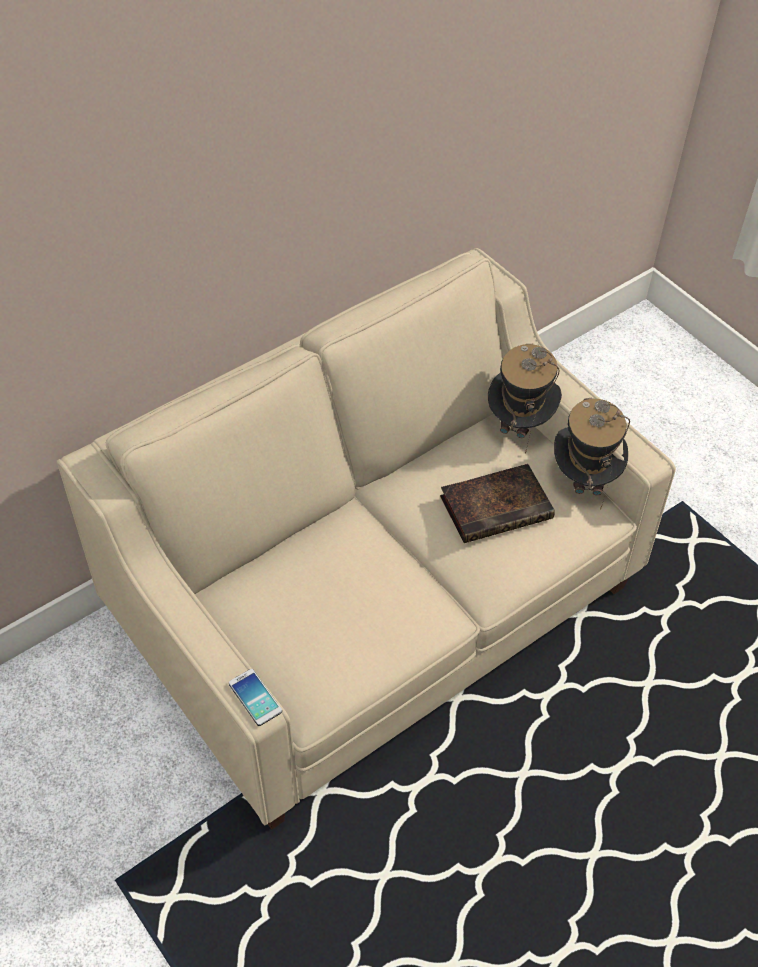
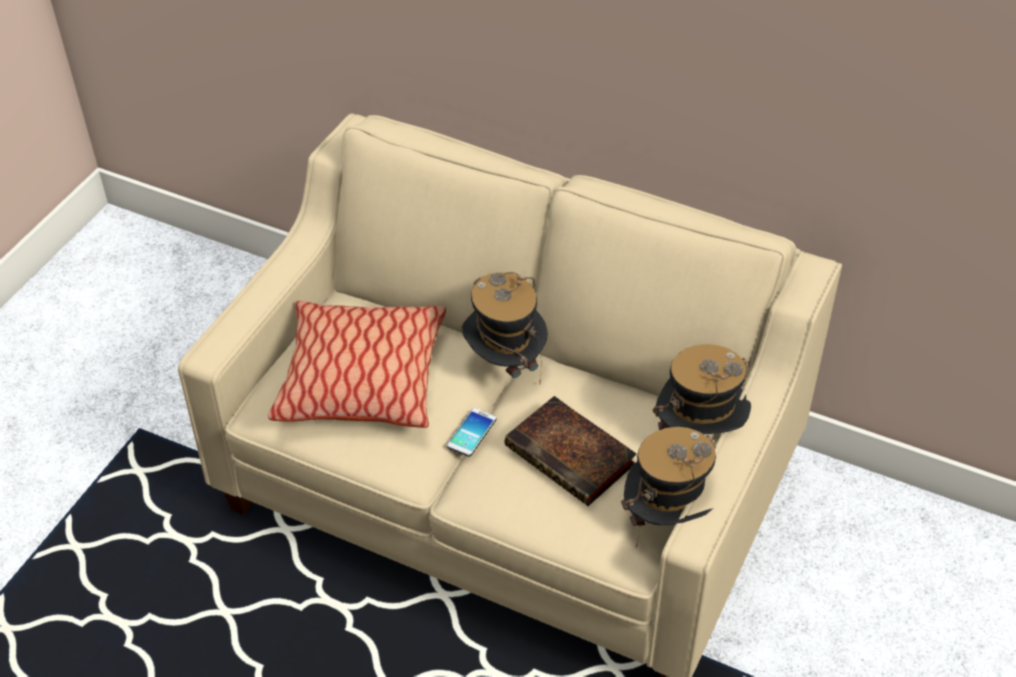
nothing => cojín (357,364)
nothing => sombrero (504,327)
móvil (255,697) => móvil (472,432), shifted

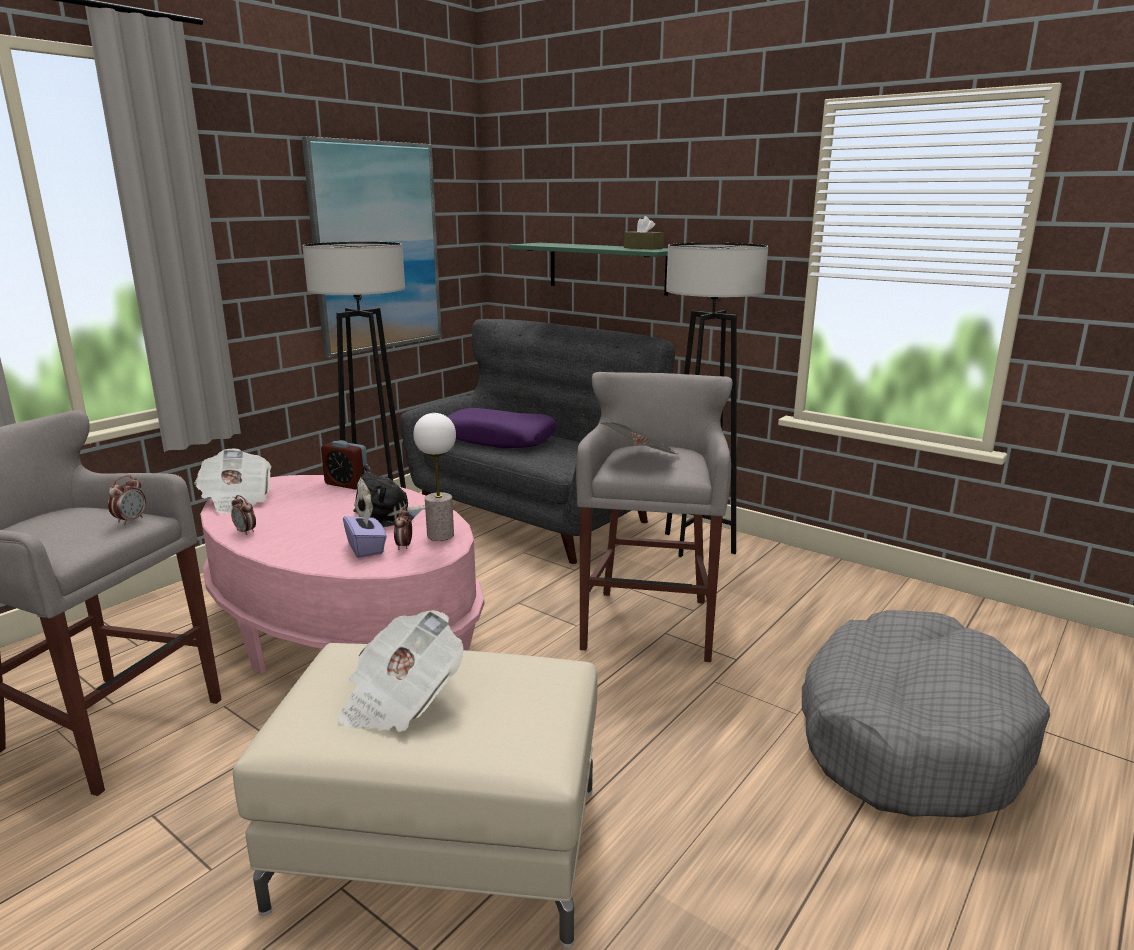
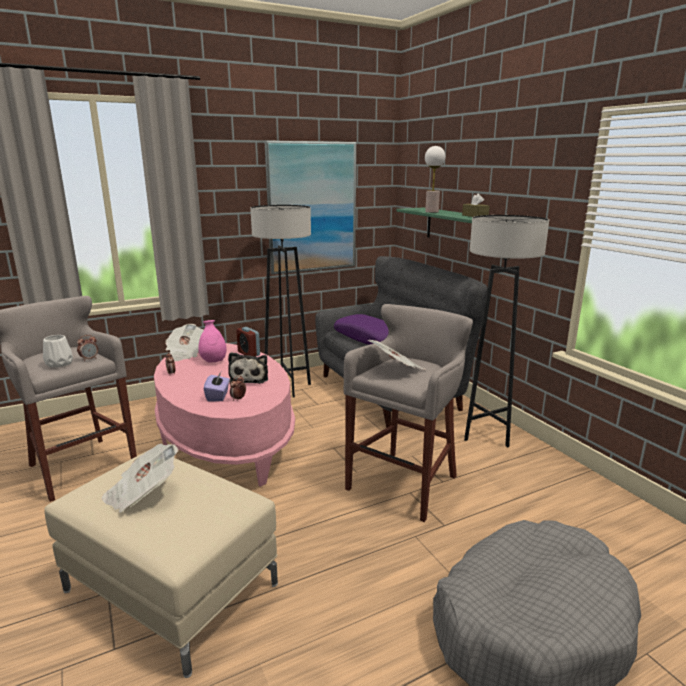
nothing => florero [blanco] (58,351)
nothing => florero [rosa] (212,341)
lámpara de mesa (434,477) => lámpara de mesa (435,179), shifted
peluche (389,495) => peluche (248,368), 90 degrees counterclockwise

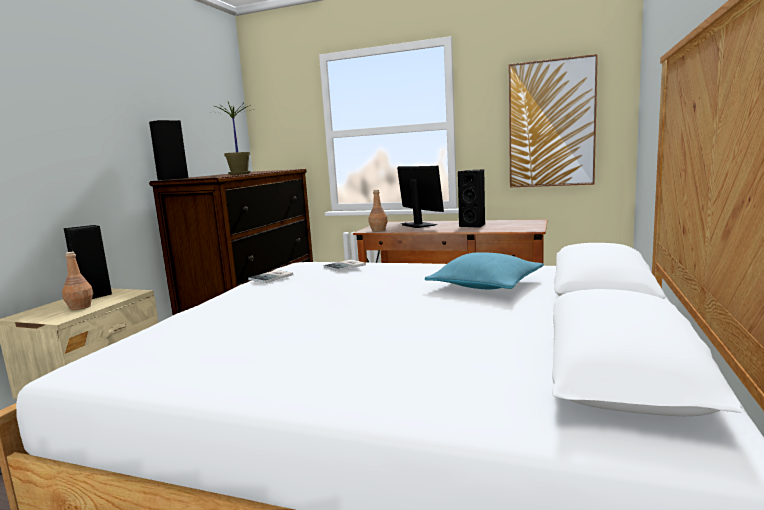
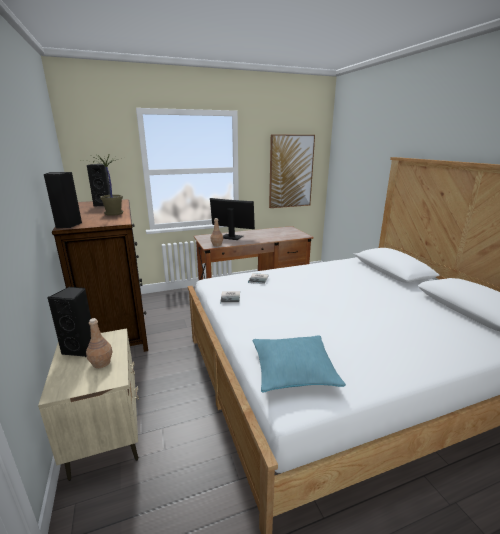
cojín [turquesa] (484,270) => cojín [turquesa] (299,364), shifted
altavoz [negro] (471,199) => altavoz [negro] (98,185), shifted

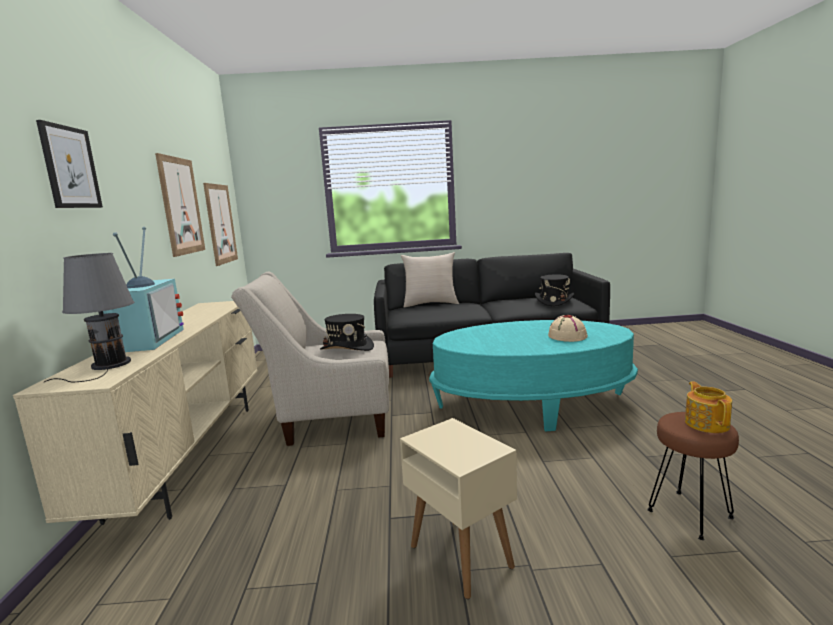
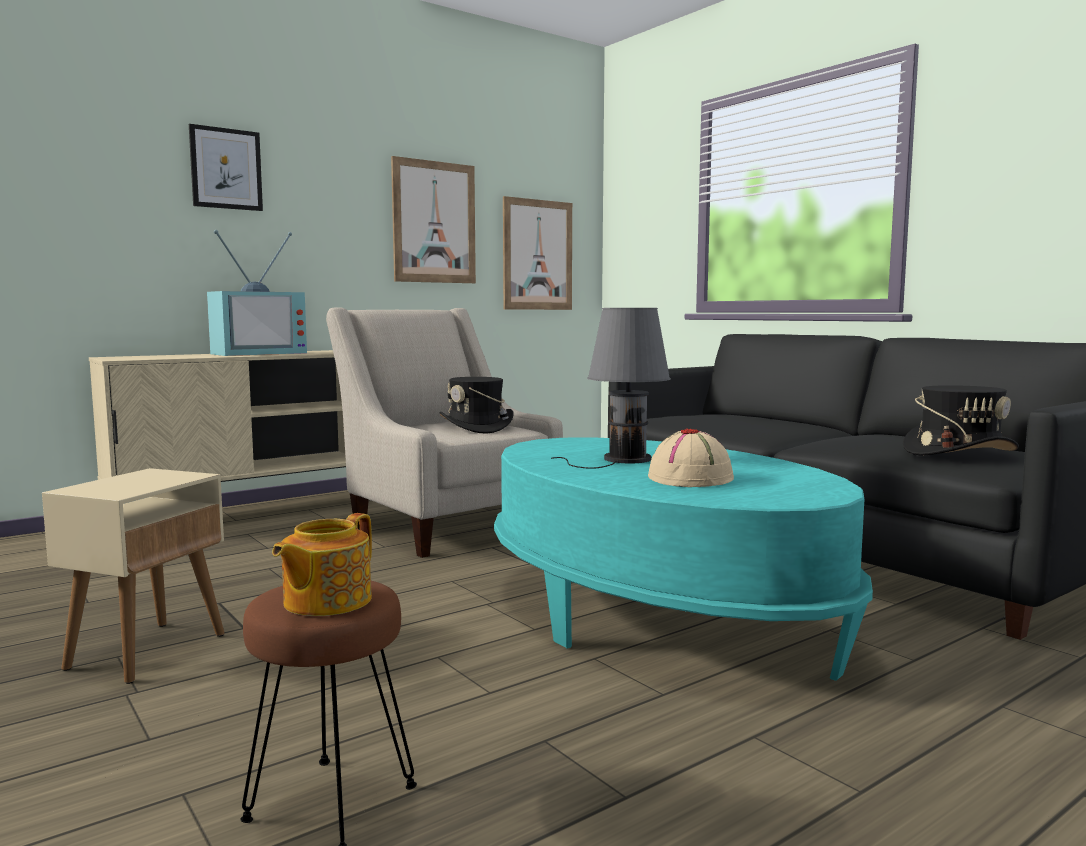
cojín [beis] (430,280) => nothing
lámpara de mesa [gris] (89,317) => lámpara de mesa [gris] (611,388), shifted
tetera (708,407) => tetera (322,564), 150 degrees clockwise

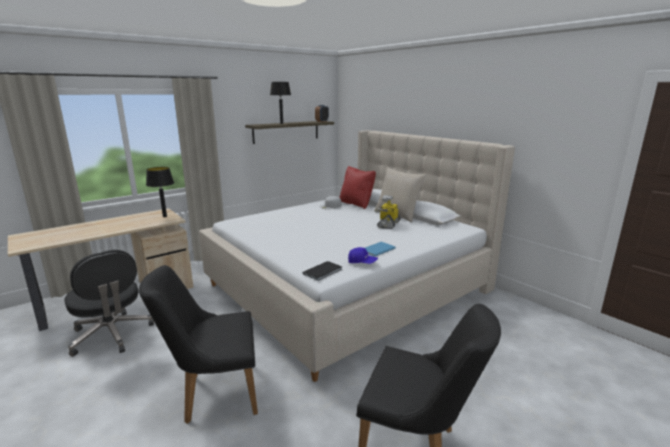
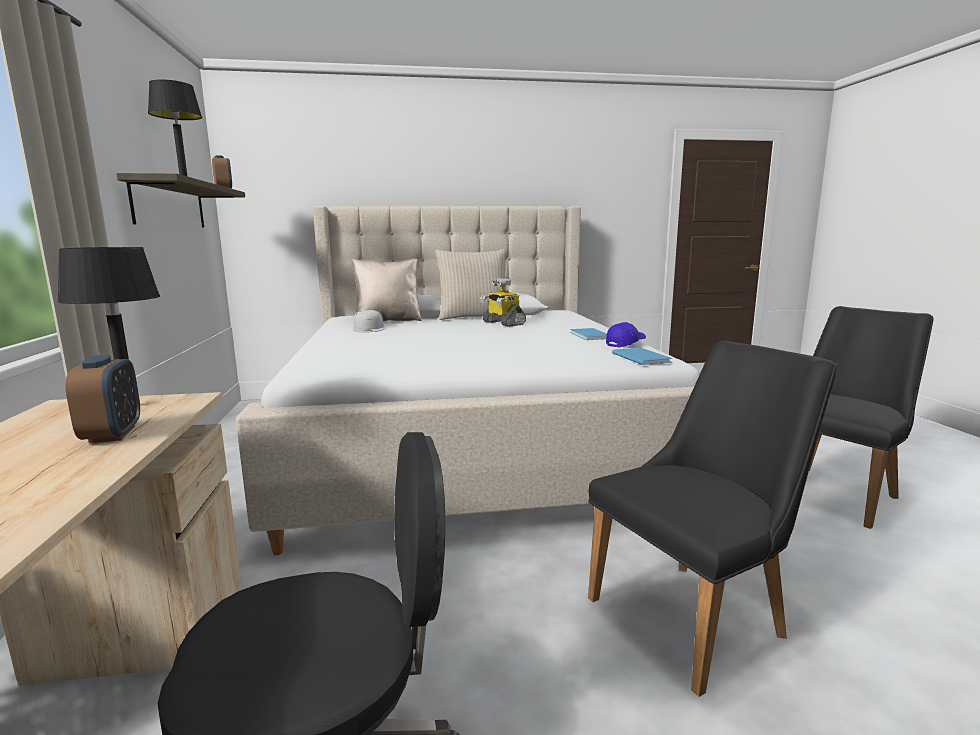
nothing => despertador (102,399)
libro [negro] (322,271) => libro [azul] (642,356)
cojín [rojo] (357,187) => cojín [beis] (387,290)
silla [negro] (198,344) => silla [negro] (712,519), 135 degrees counterclockwise

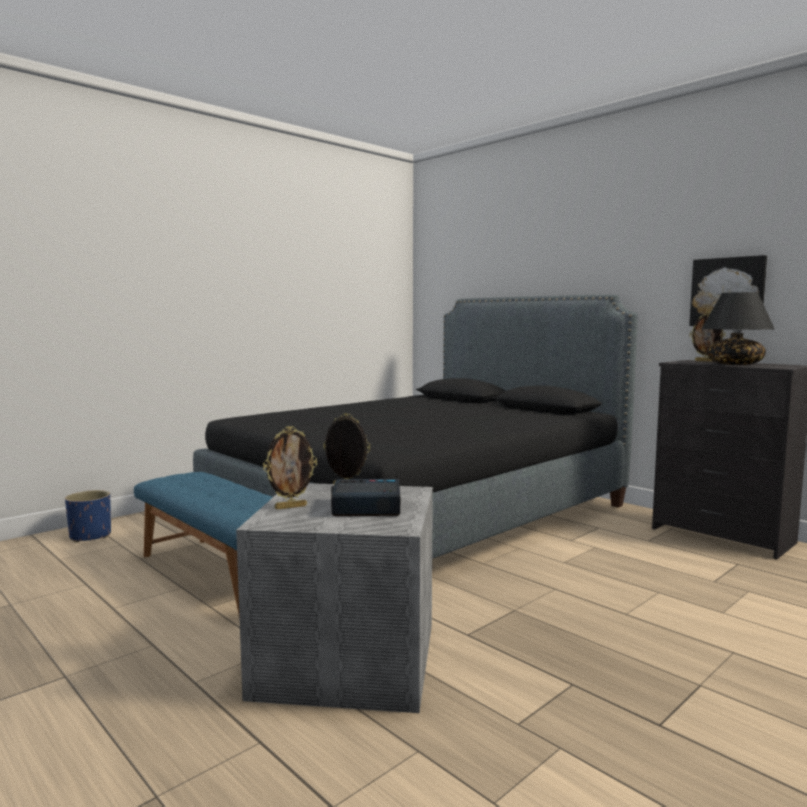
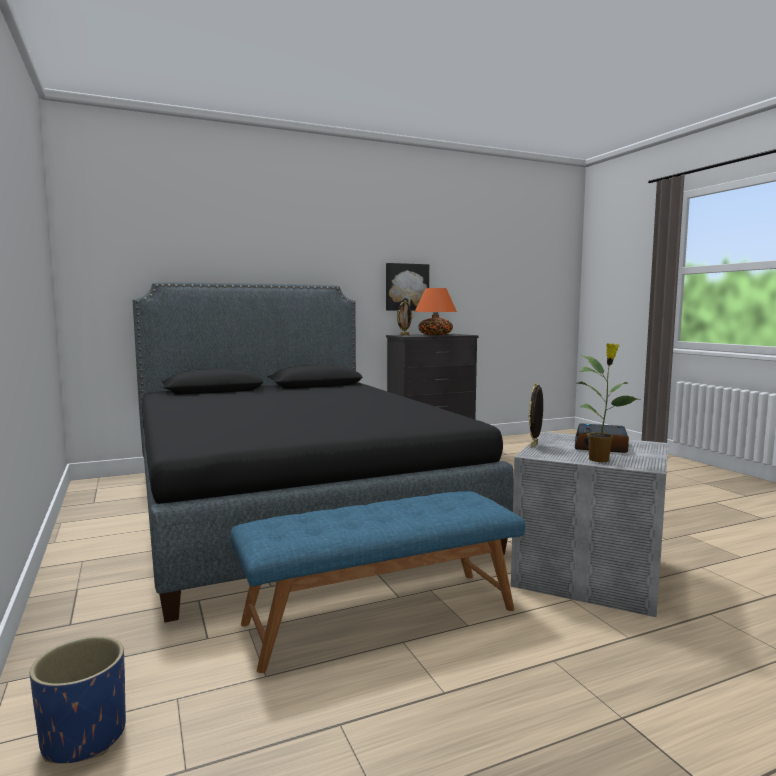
portarretratos (290,468) => planta en maceta (609,402)
lámpara de mesa [negro] (738,328) => lámpara de mesa [naranja] (436,311)

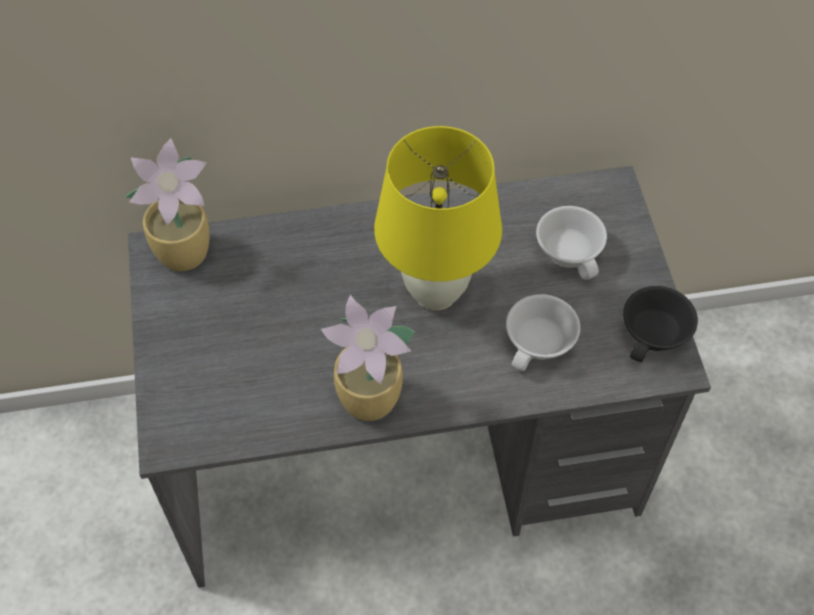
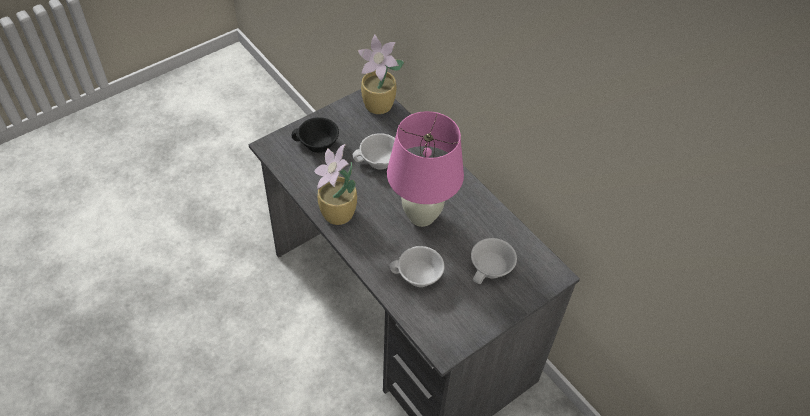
nothing => taza [blanco] (374,151)
taza [negro] (660,324) => taza [negro] (315,135), shifted
lámpara de mesa [amarillo] (438,218) => lámpara de mesa [rosa] (425,169)

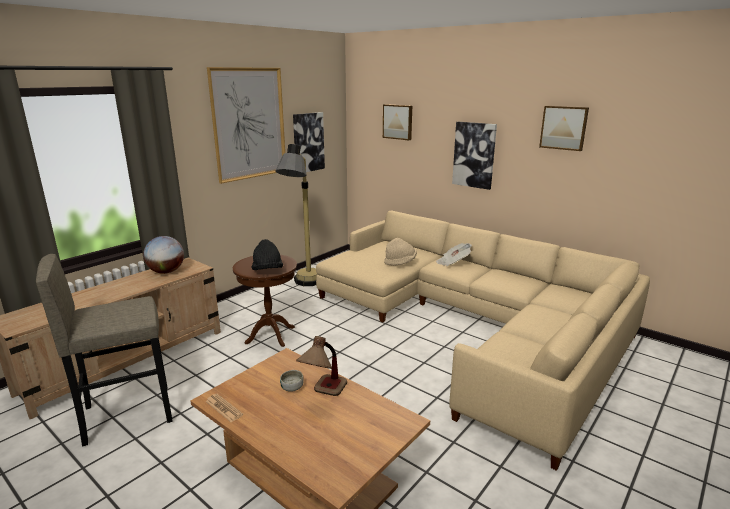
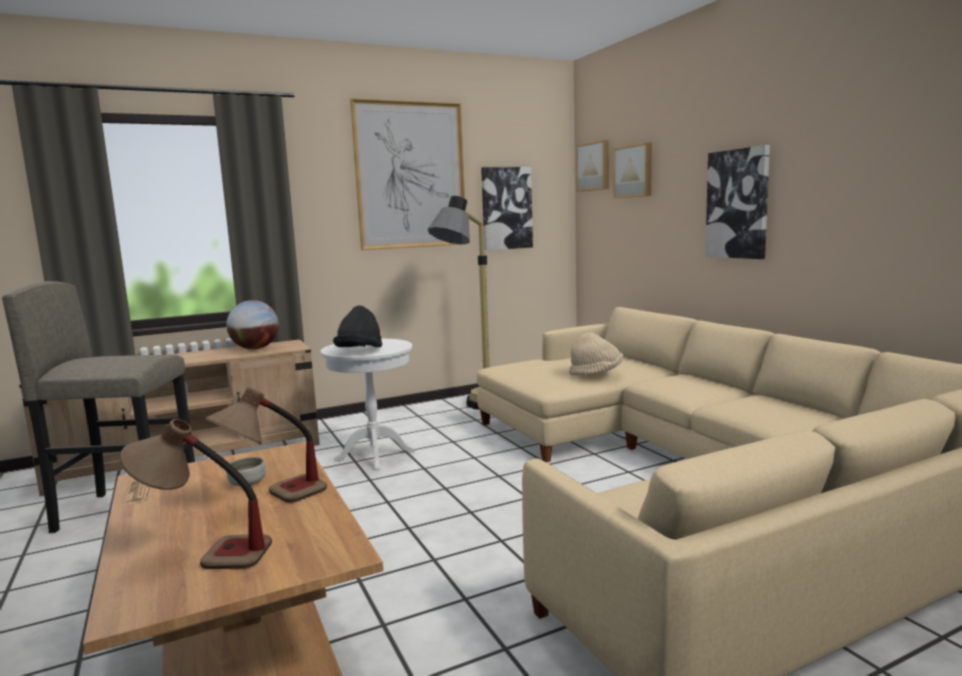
periódico (454,254) => nothing
nothing => lámpara de mesa (195,494)
cuadro (564,128) => cuadro (592,166), shifted
mesa auxiliar [marrón] (265,301) => mesa auxiliar [blanco] (368,405)

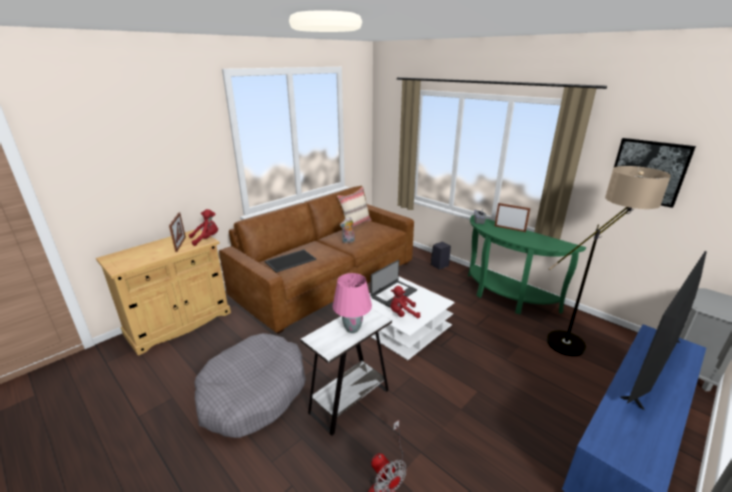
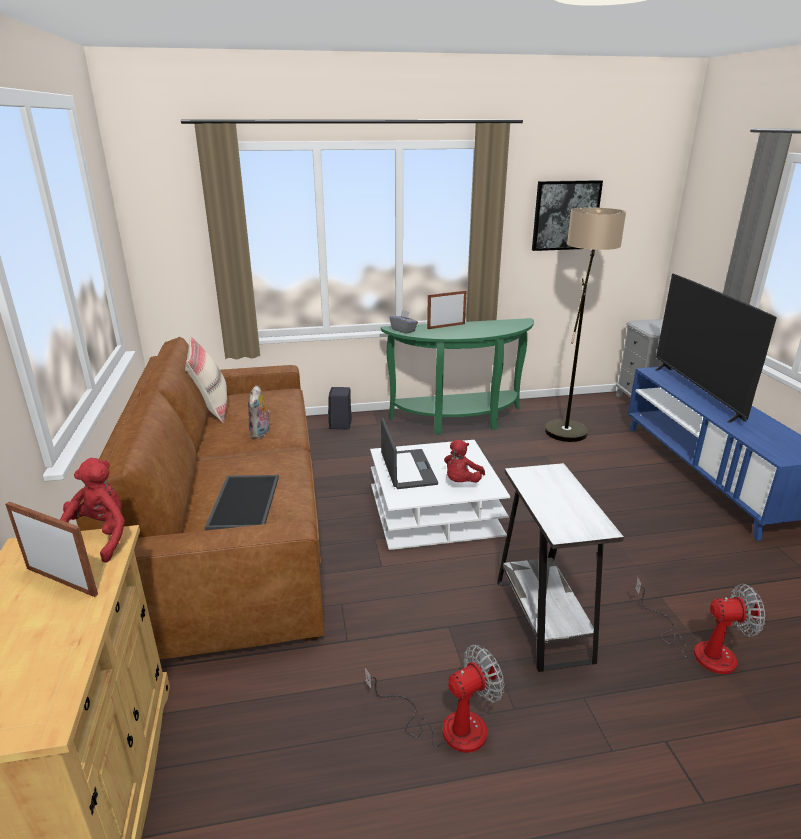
lámpara de mesa [rosa] (352,303) => nothing
cama para perro [gris] (250,385) => ventilador (435,698)

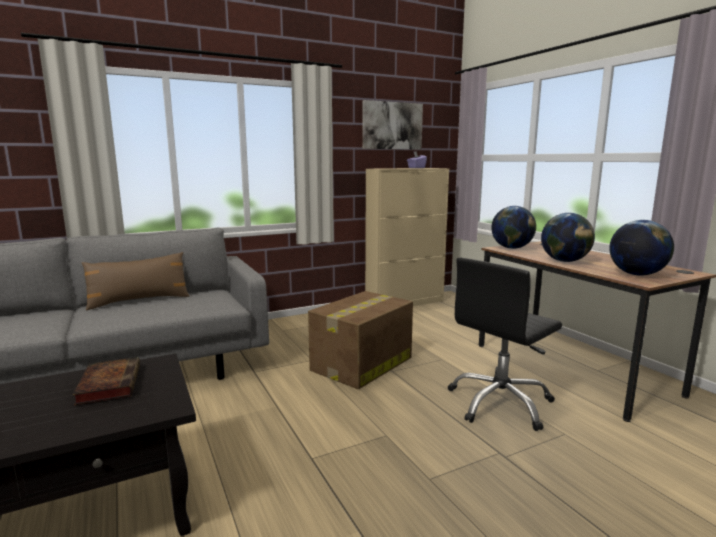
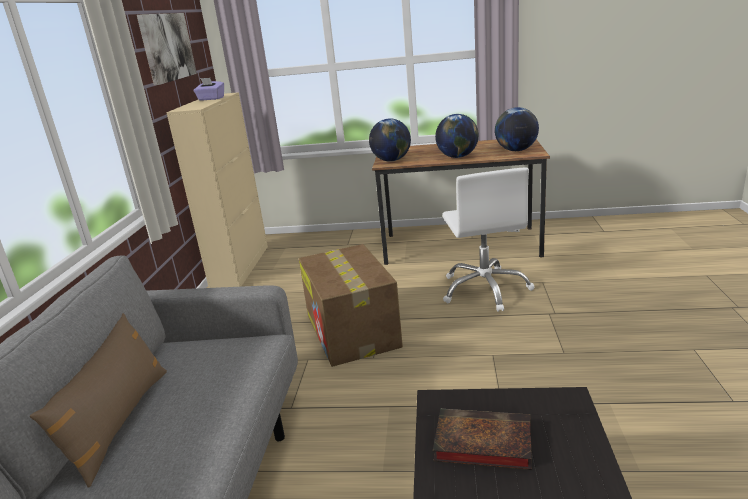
silla de oficina [negro] (505,344) => silla de oficina [blanco] (488,239)

